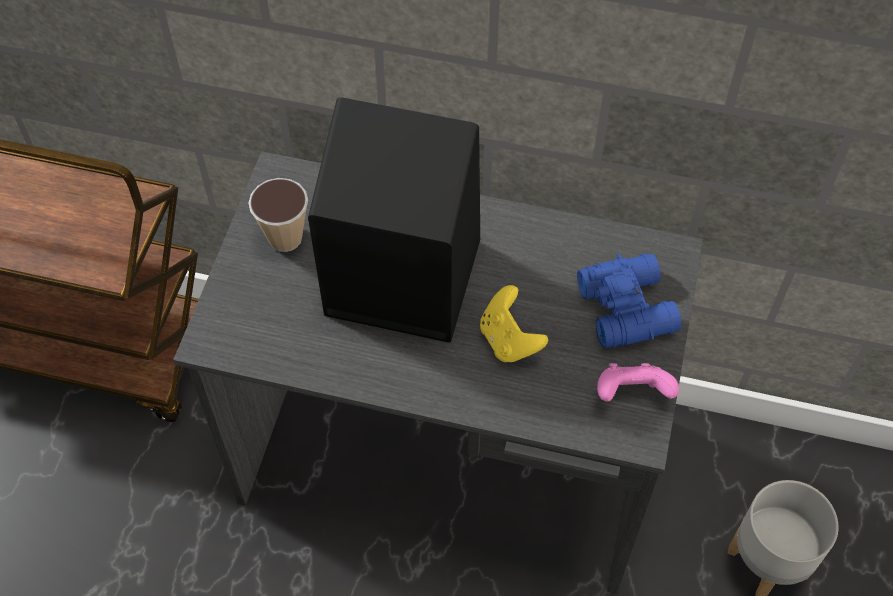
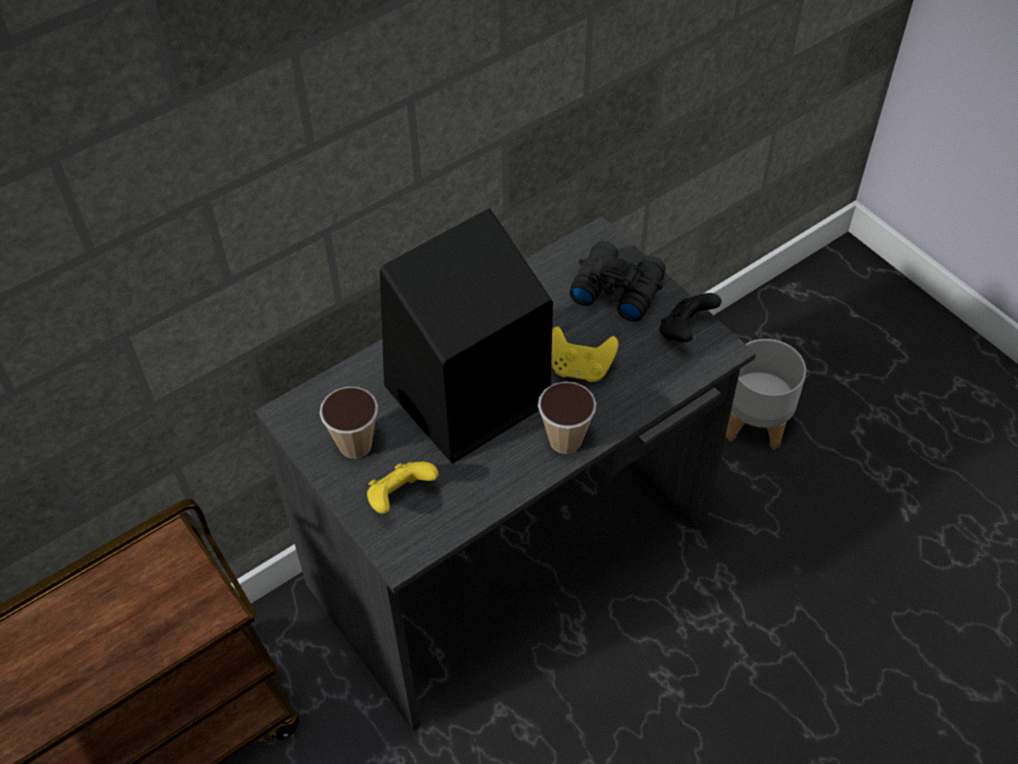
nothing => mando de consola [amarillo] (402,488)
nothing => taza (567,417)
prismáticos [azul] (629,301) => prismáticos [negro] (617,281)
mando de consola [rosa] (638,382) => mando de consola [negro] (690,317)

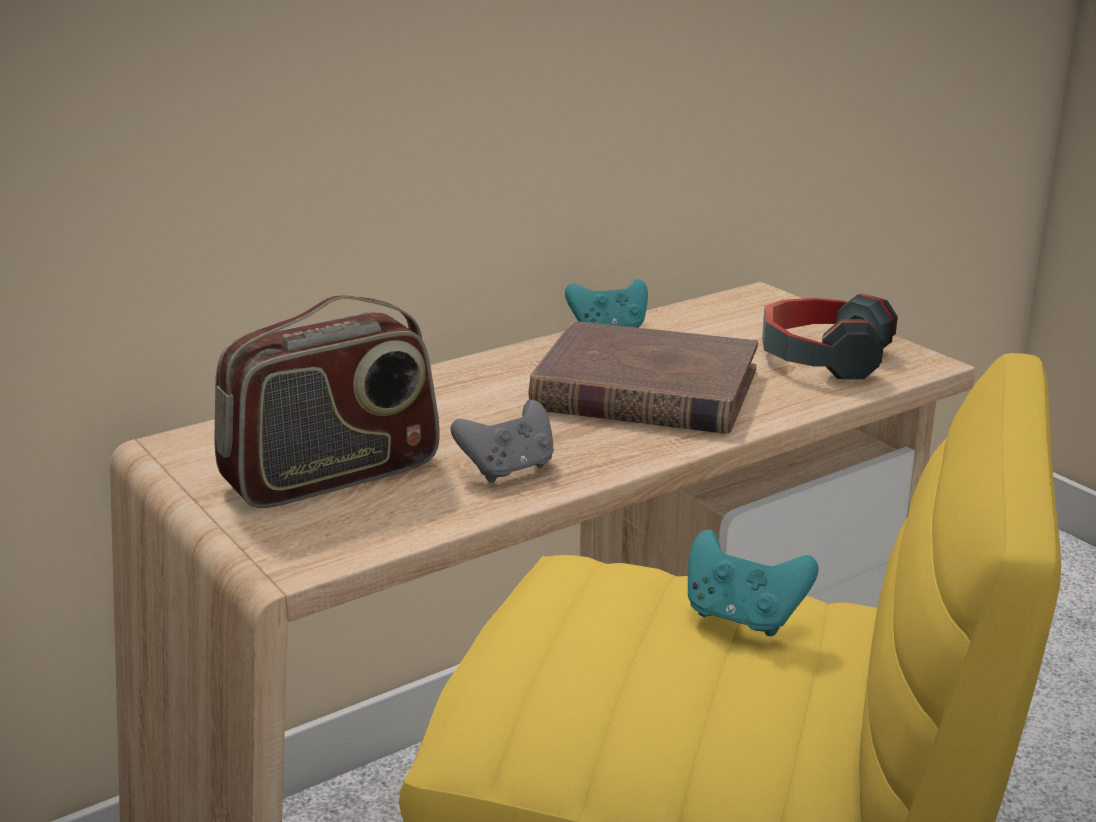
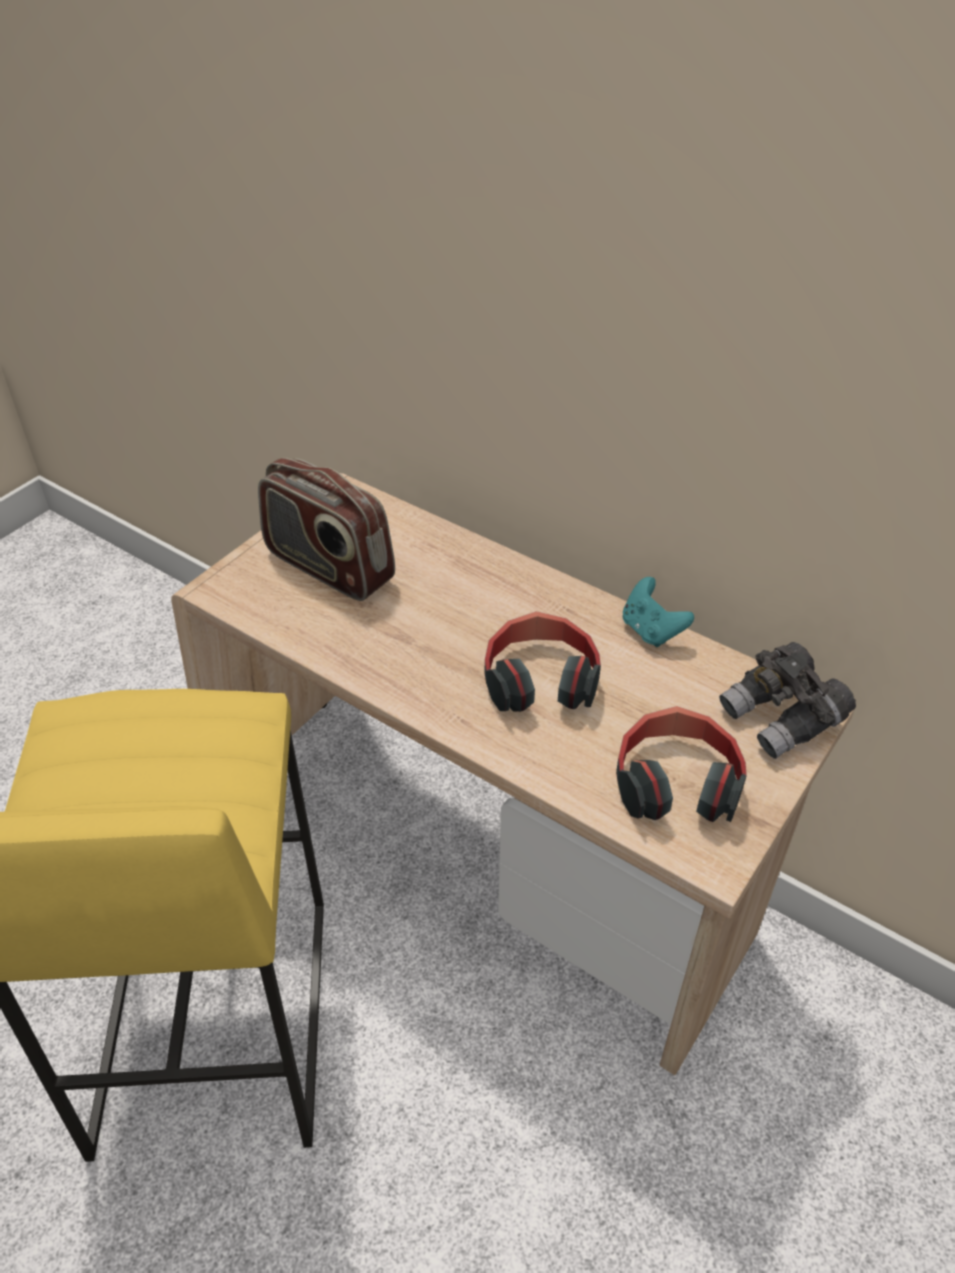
mando de consola [gris] (502,441) => nothing
mando de consola [turquesa] (753,582) => nothing
nothing => prismáticos [gris] (787,700)
libro [marrón] (643,377) => auriculares (543,661)

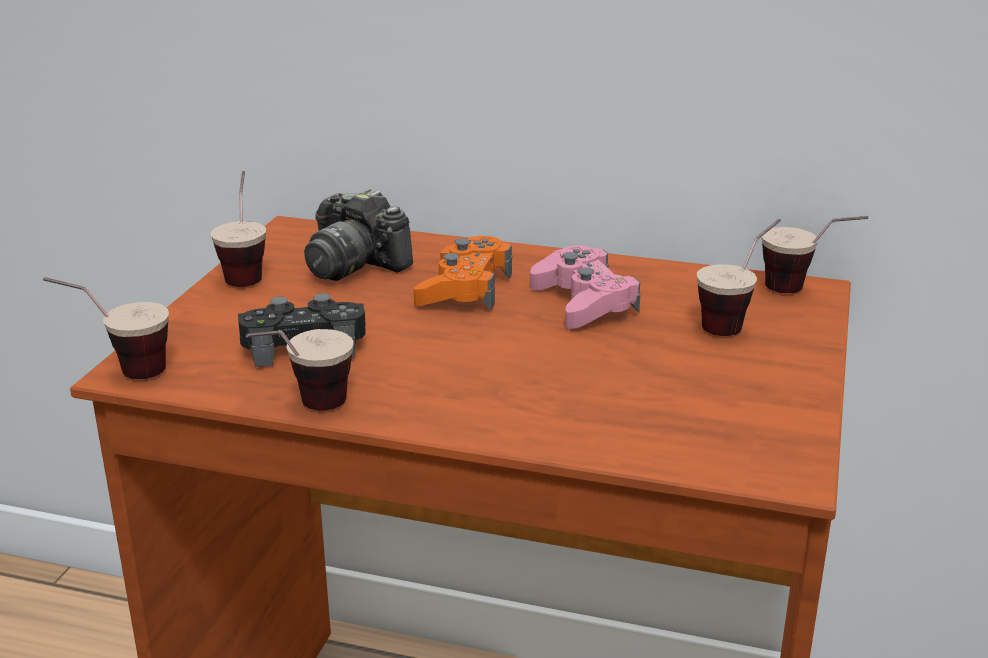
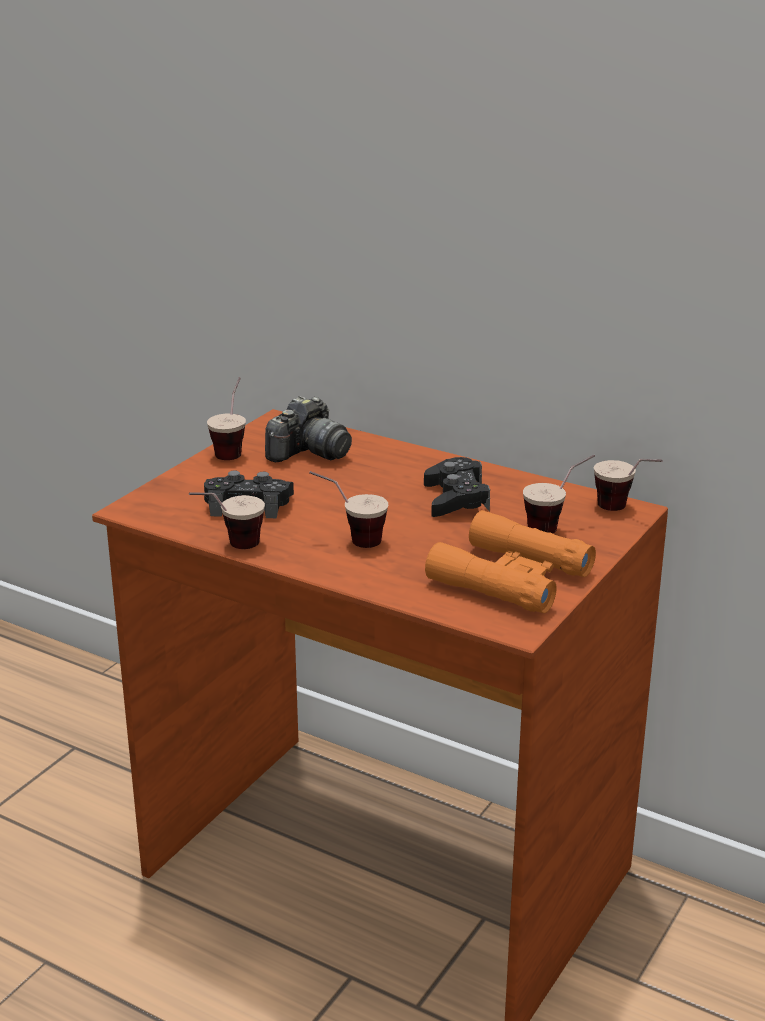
mando de consola [naranja] (463,273) => nothing
nothing => prismáticos [naranja] (510,561)
taza (106,328) => taza (348,509), shifted
mando de consola [rosa] (585,287) => mando de consola [negro] (457,487)
cámara (358,235) => cámara (308,429), 105 degrees counterclockwise

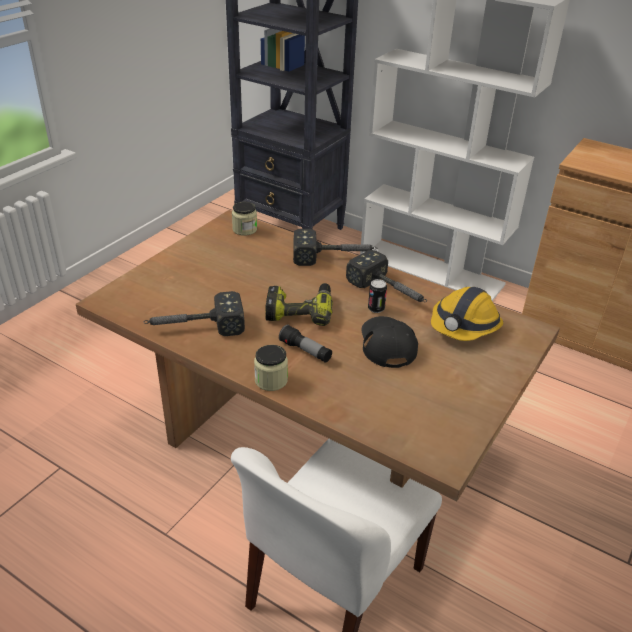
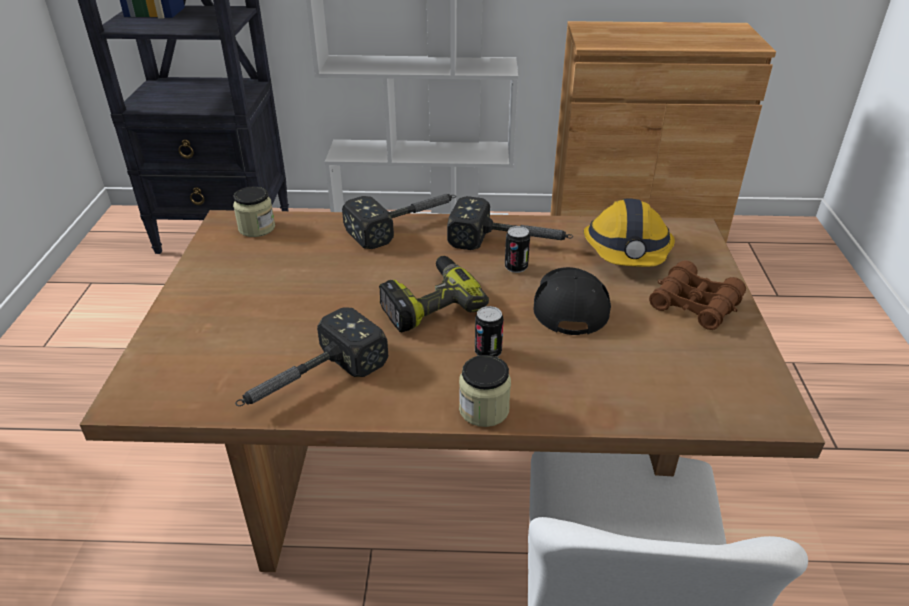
nothing => prismáticos [marrón] (697,295)
linterna (305,344) => lata (489,331)
gorra [negro] (389,342) => gorra [negro] (572,301), 45 degrees clockwise

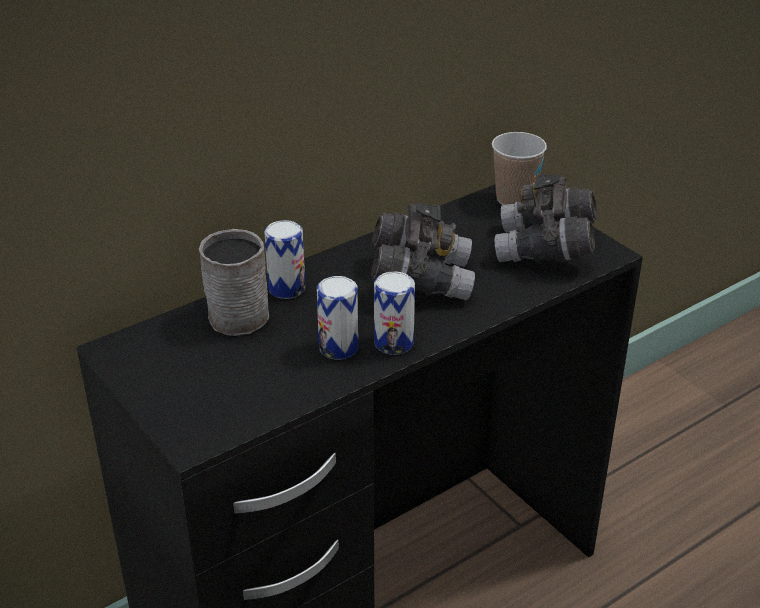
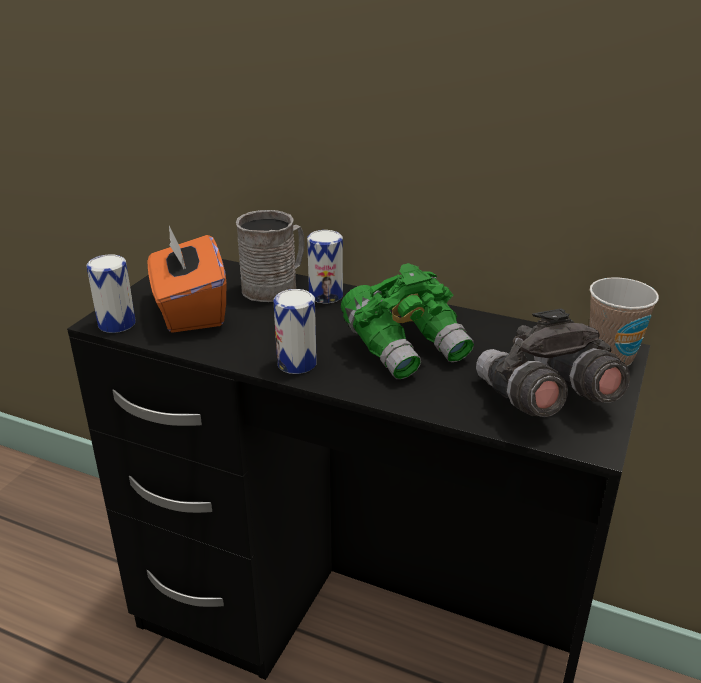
nothing => caja de pañuelos [naranja] (187,279)
lata (337,318) => lata (111,293), shifted
prismáticos [gris] (423,252) => prismáticos [verde] (407,321)

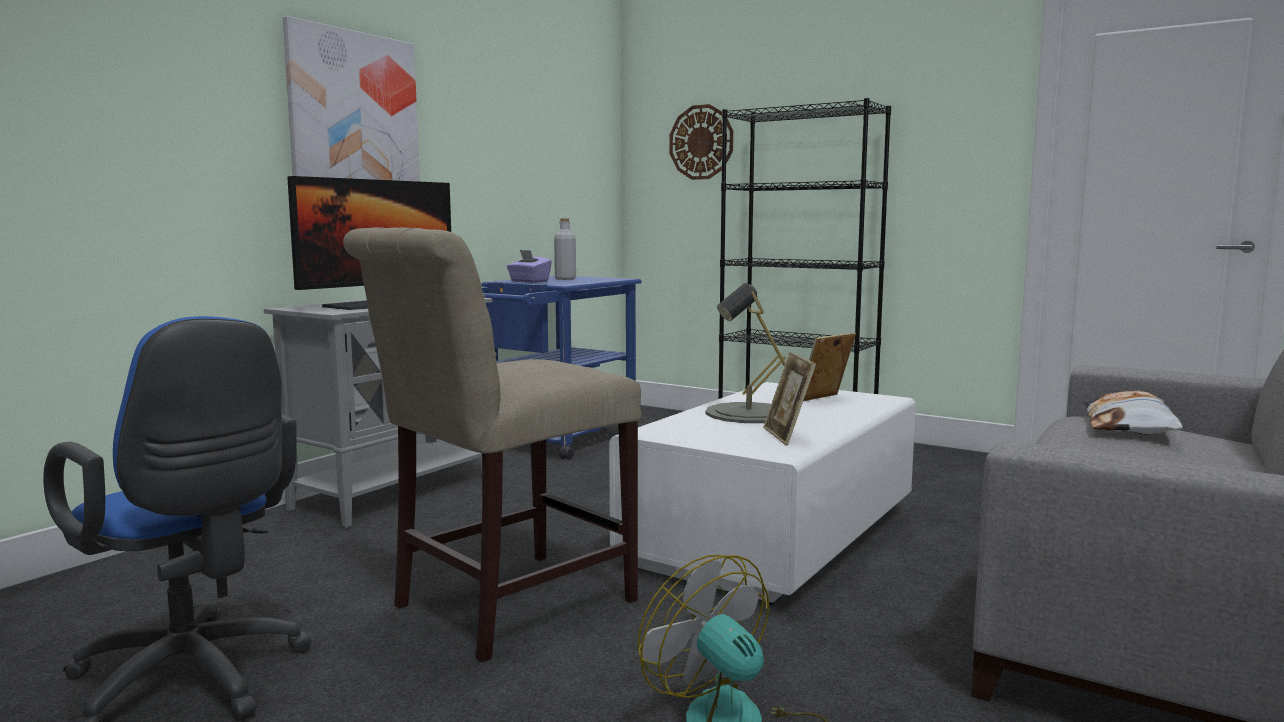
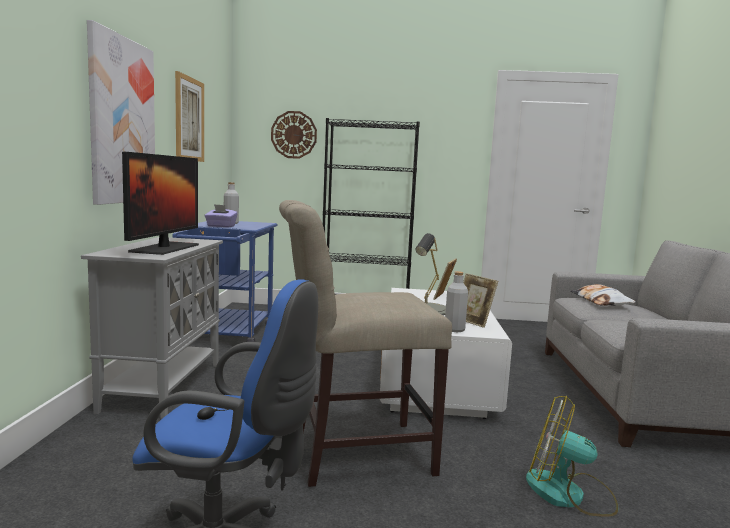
nothing => cuadro (189,116)
nothing => botella [gris] (456,301)
silla [beis] (492,444) => silla [beis] (365,343), 60 degrees clockwise

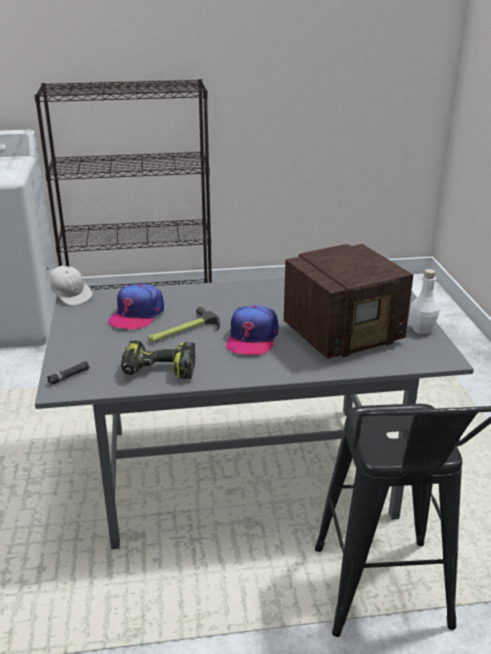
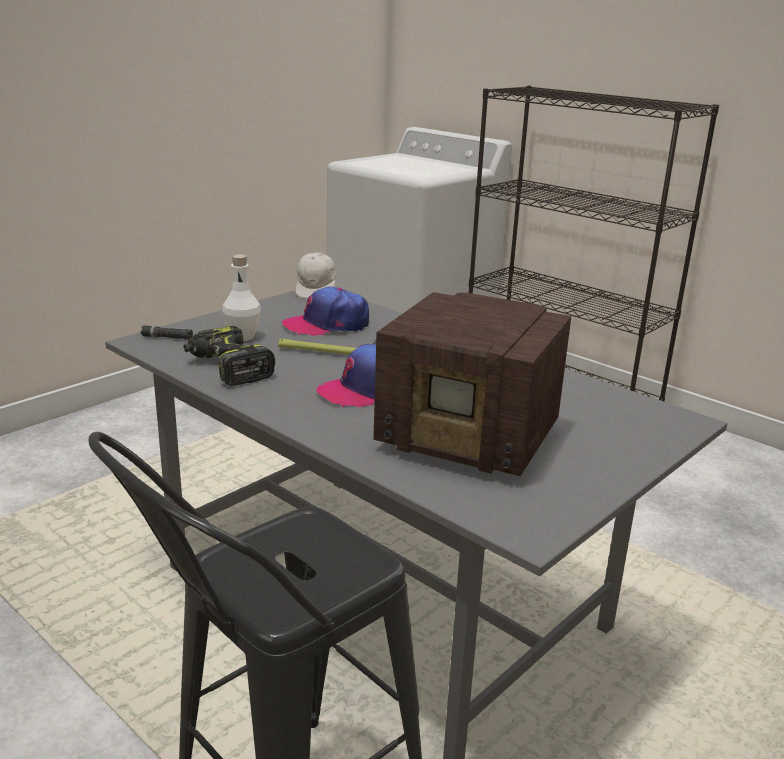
botella [blanco] (424,301) => botella [blanco] (241,298), shifted

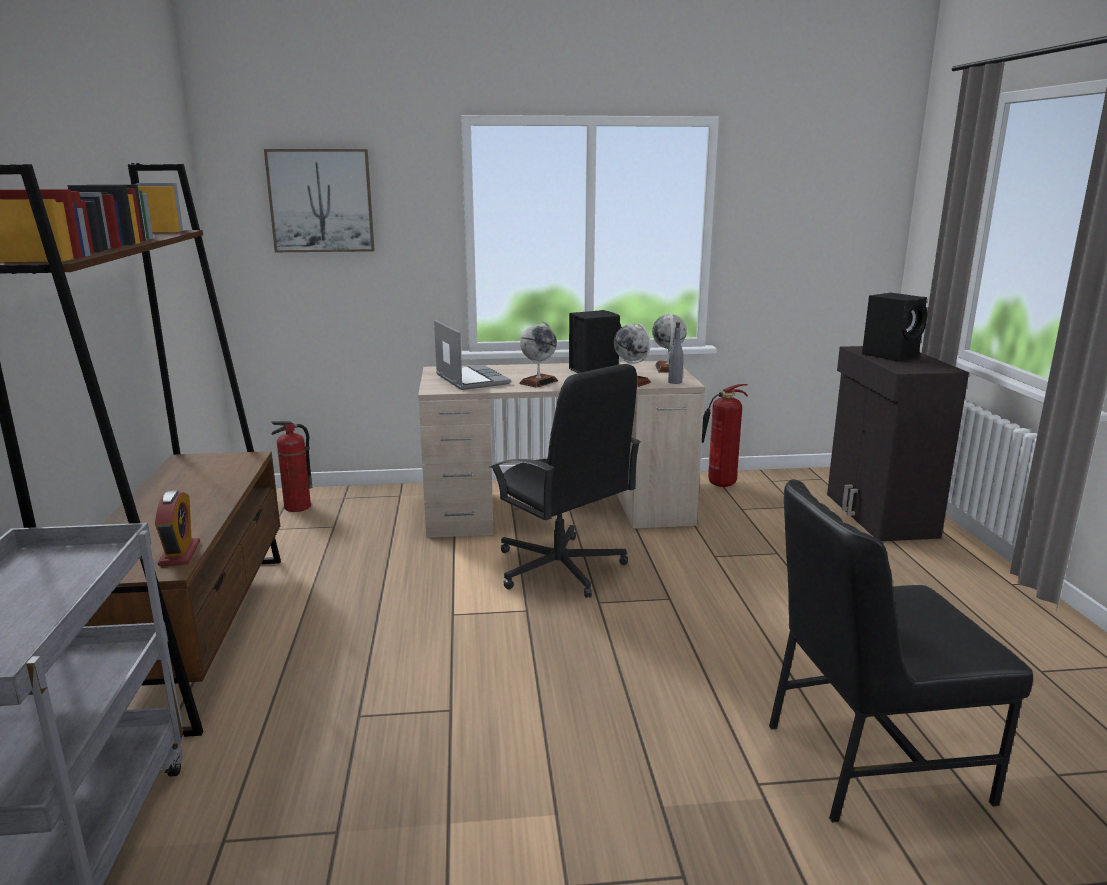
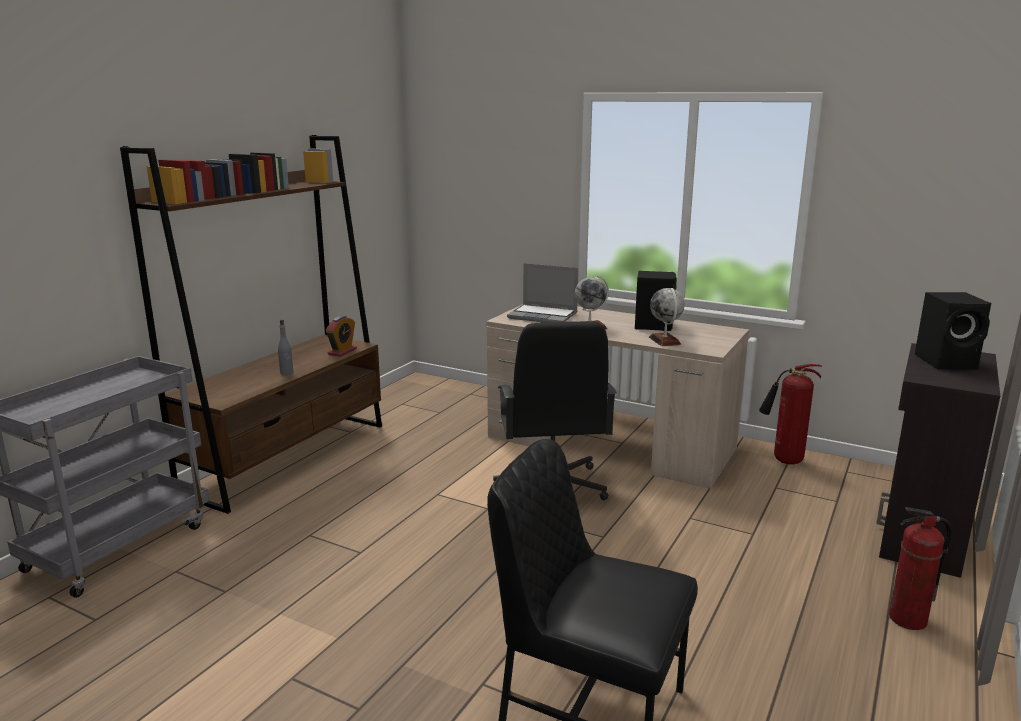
cuadro (319,200) => nothing
globo terráqueo (669,342) => nothing
despertador (177,528) => despertador (341,336), shifted
extintor (291,466) => extintor (920,568), shifted
botella [gris] (676,353) => botella [gris] (285,347), shifted
portátil (472,355) => portátil (542,292), 105 degrees clockwise

